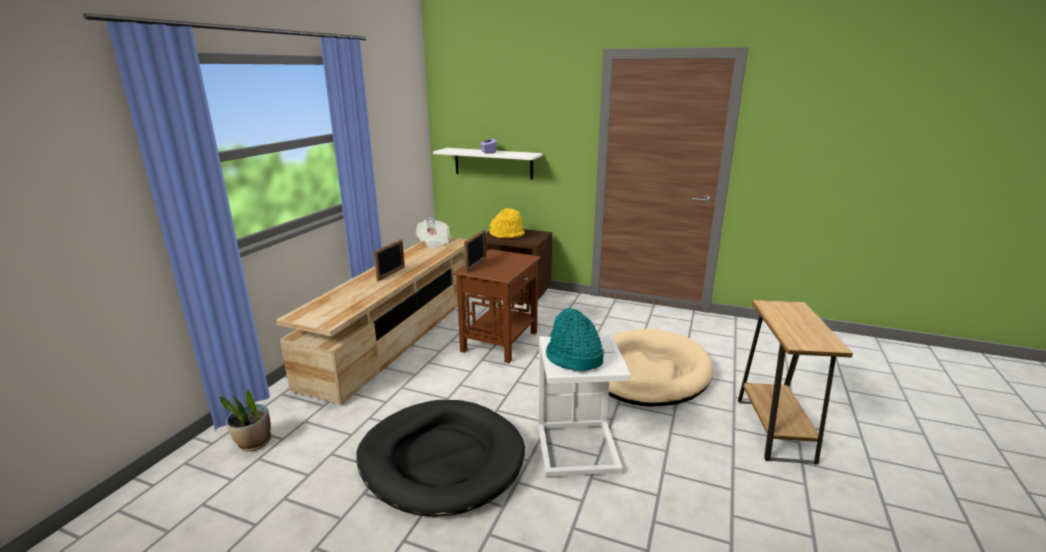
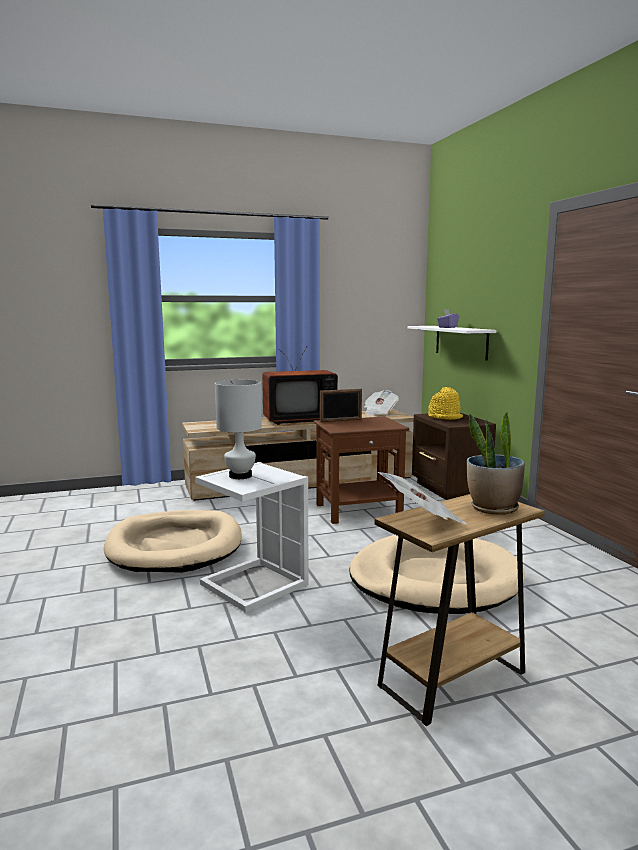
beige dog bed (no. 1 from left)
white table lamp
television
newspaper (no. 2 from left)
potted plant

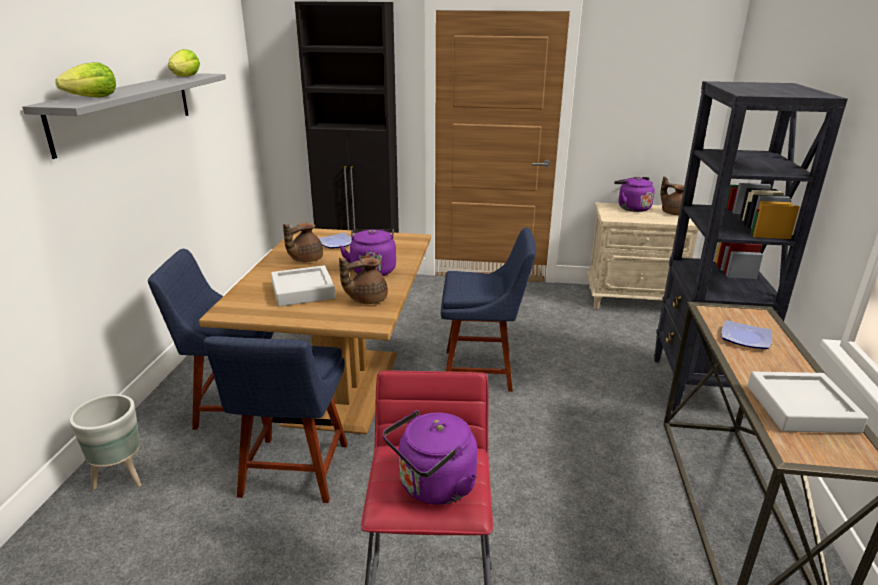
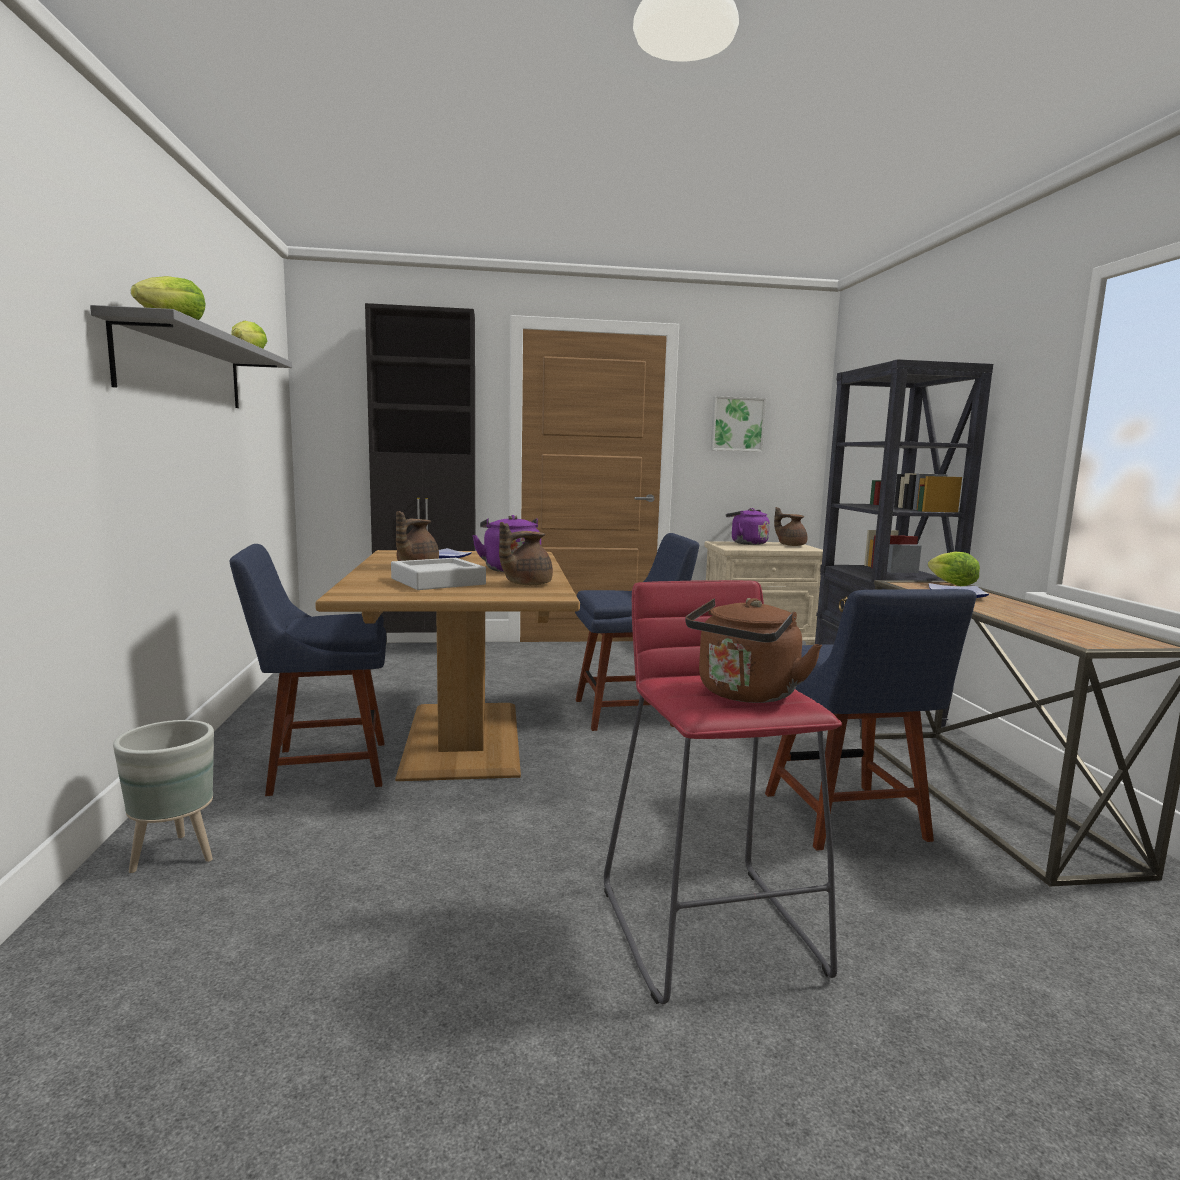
brown kettle
picture
blue chair (no. 3 from left)
lettuce (no. 3 from left)
grey tray (no. 2 from left in the first image)

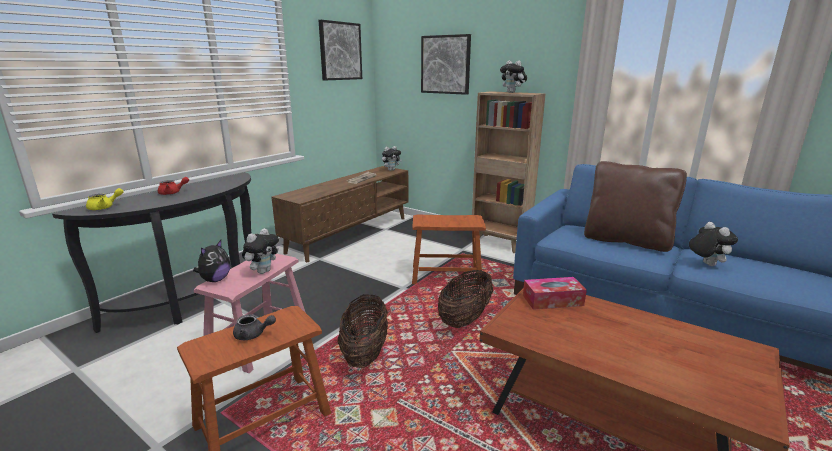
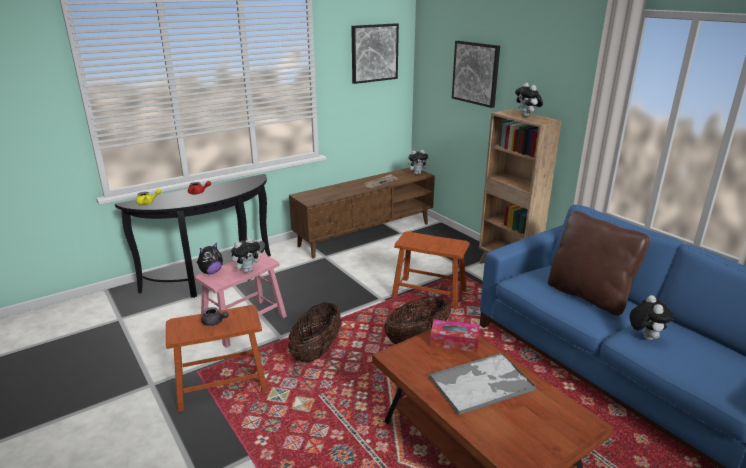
tray

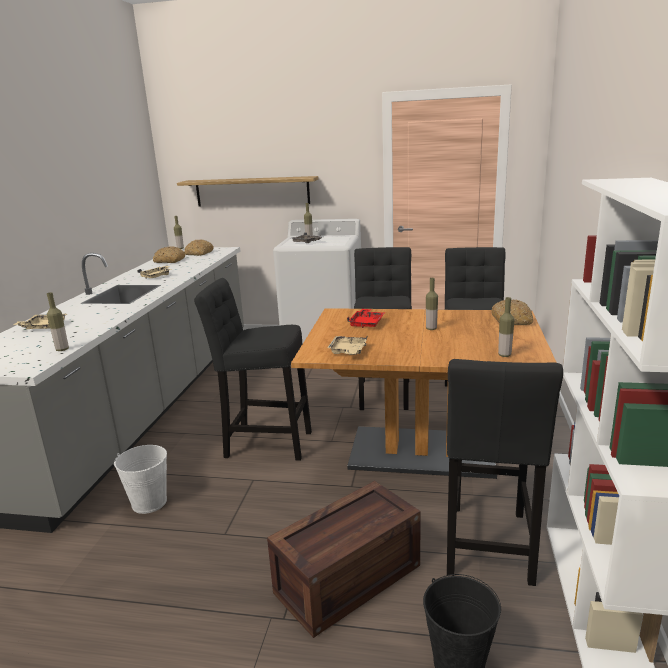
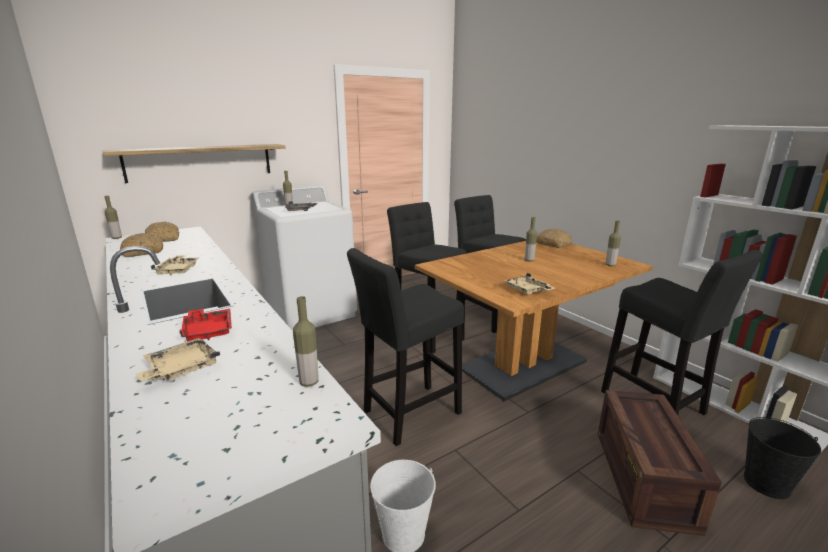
red tray

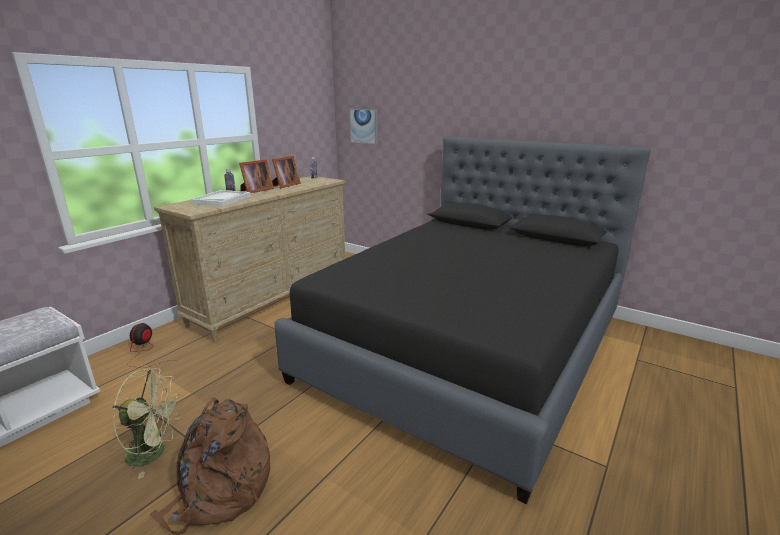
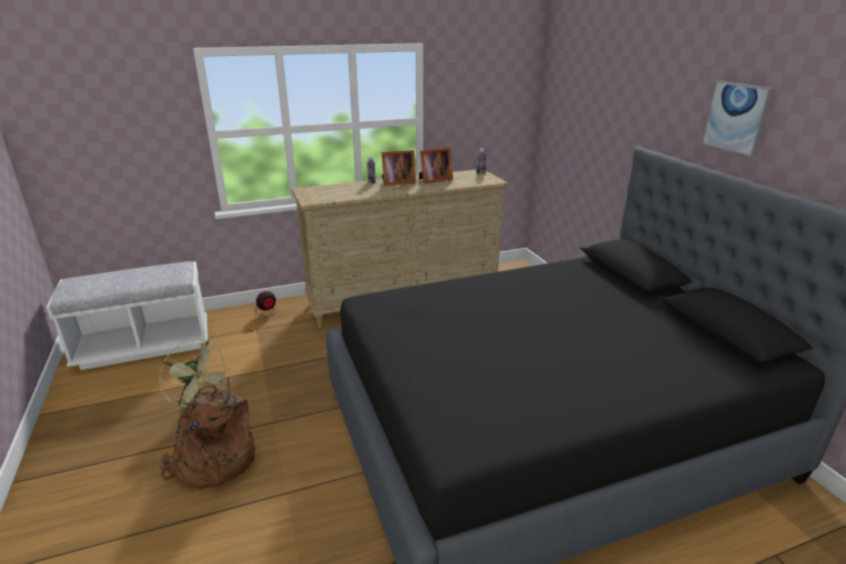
picture
white tray

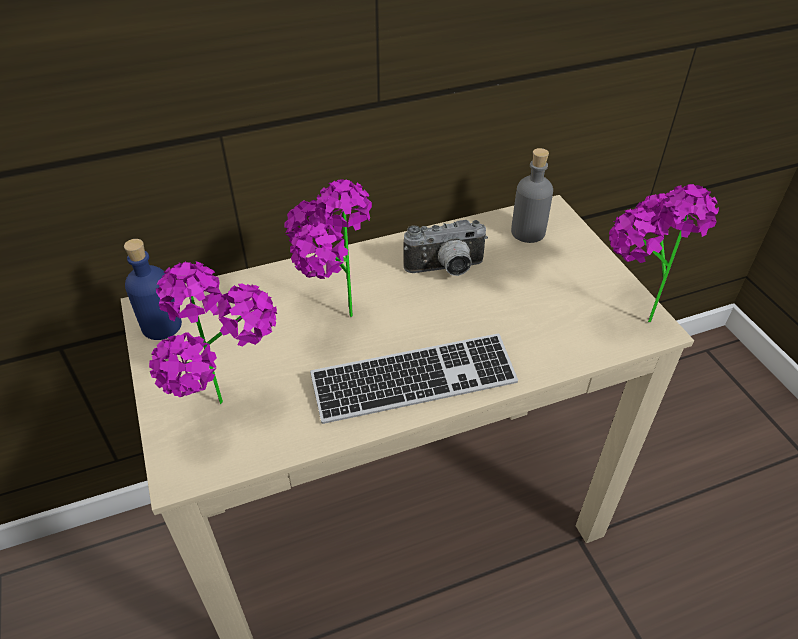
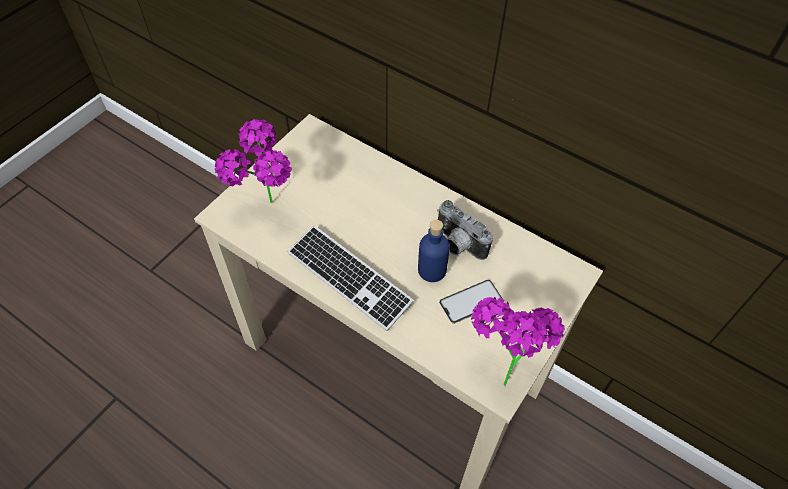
blue bottle
phone
potted plant (no. 2 from left in the first image)
grey bottle

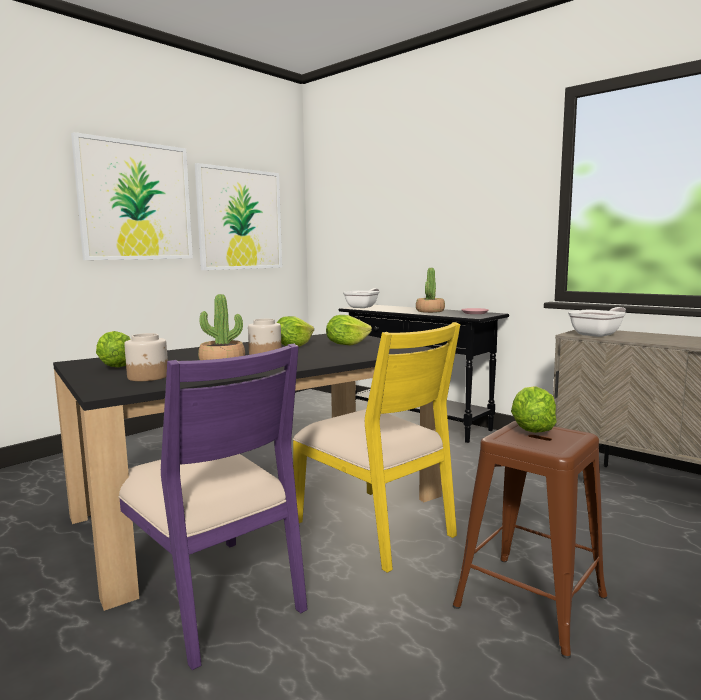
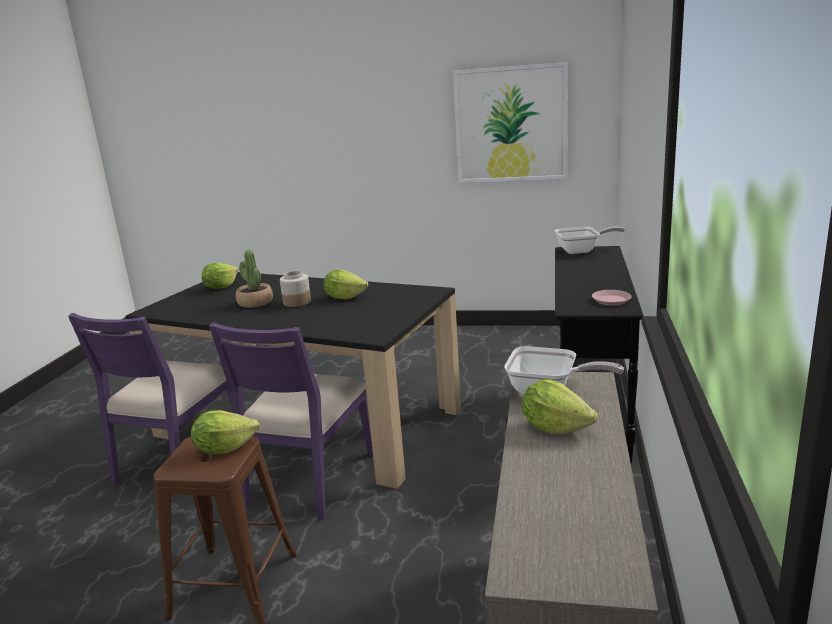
purple chair (no. 2 from left)
lettuce (no. 4 from left)
picture (no. 1 from left in the first image)
jar (no. 1 from left in the first image)
potted plant (no. 2 from left in the first image)

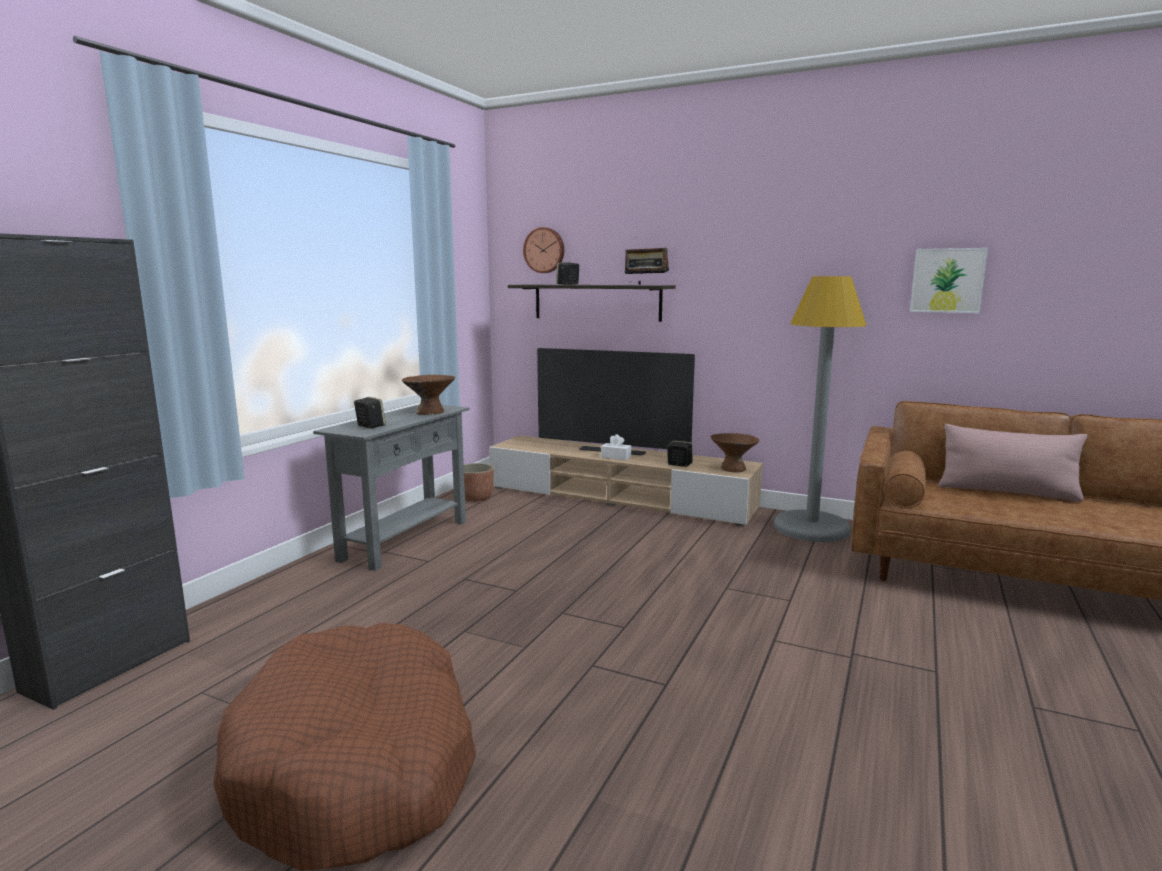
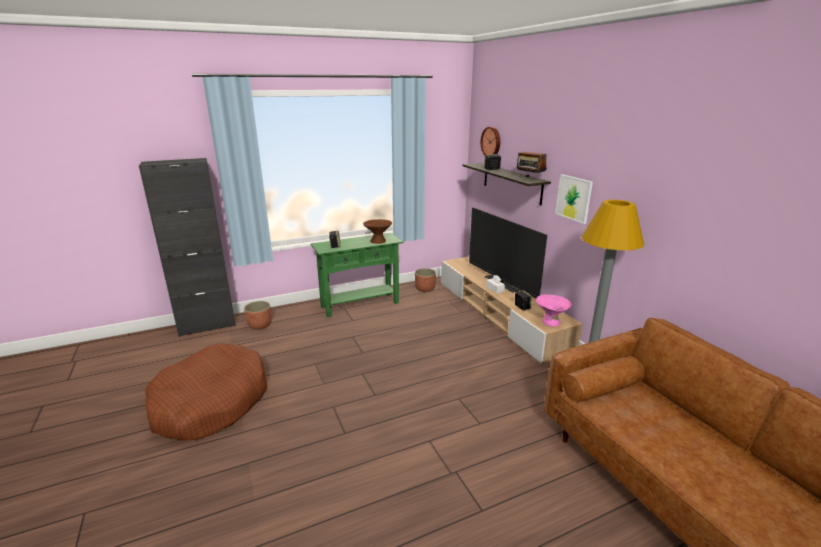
planter (no. 1 from left)
green console table
pink bowl
picture
pink pillow

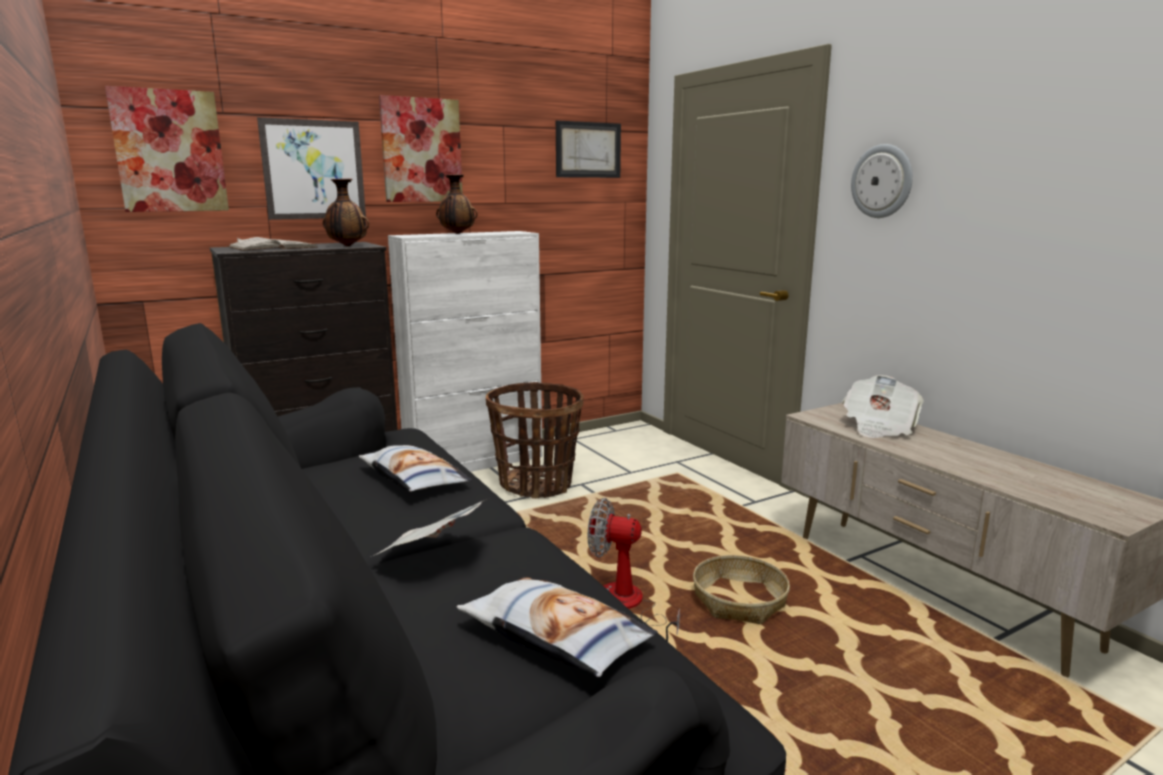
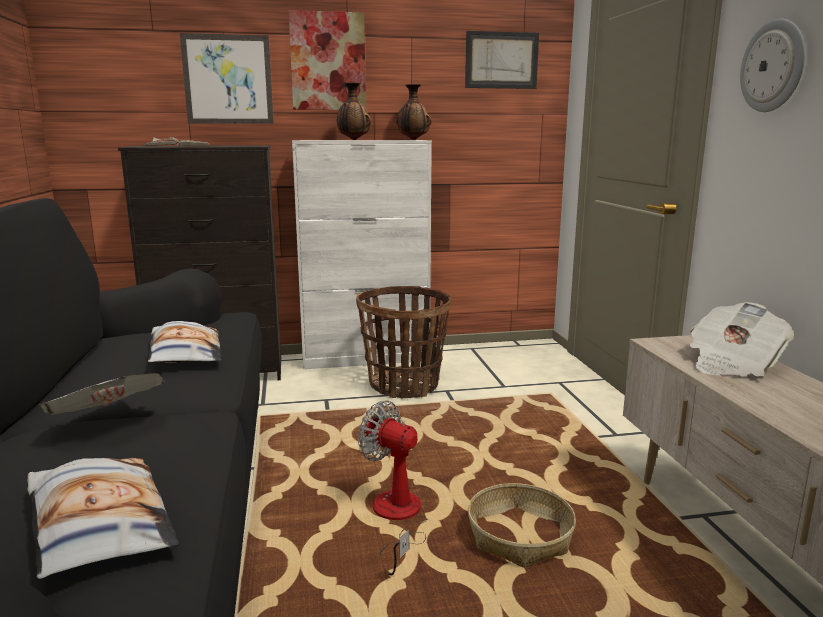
vase (no. 2 from left)
picture (no. 1 from left in the first image)

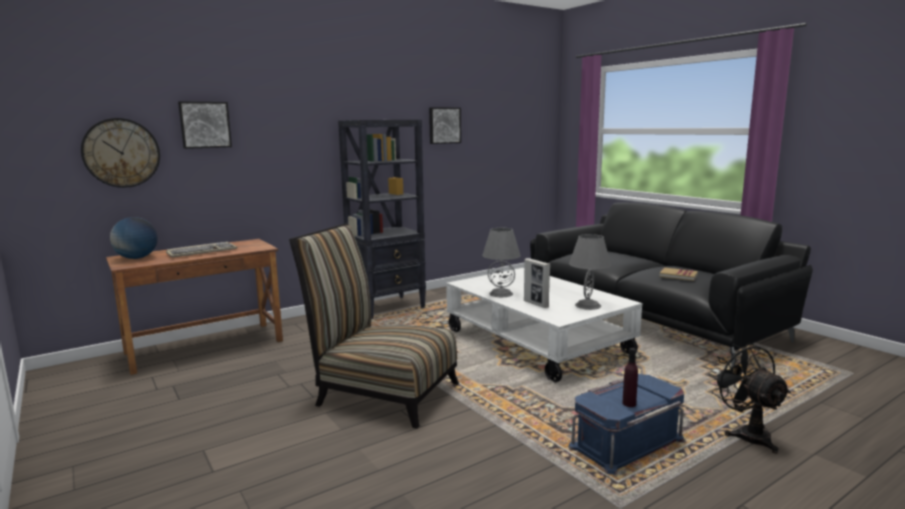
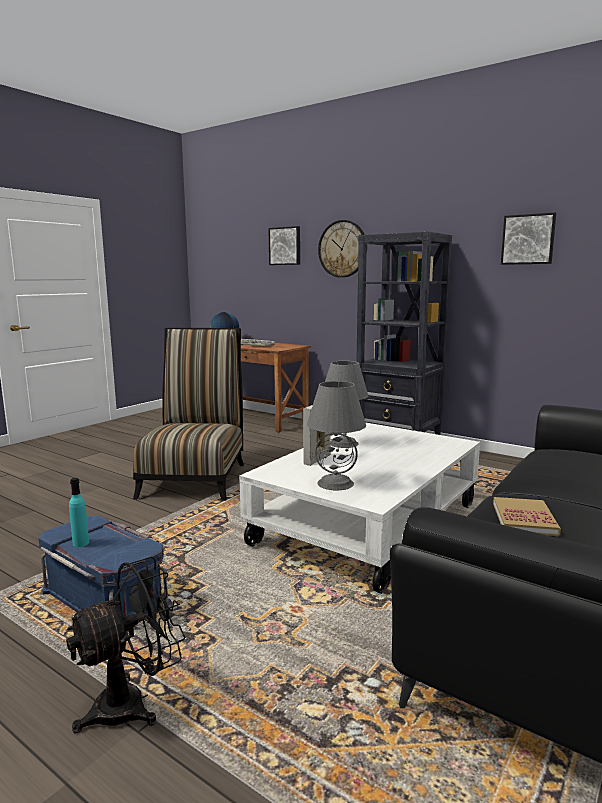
turquoise bottle
wall clock

